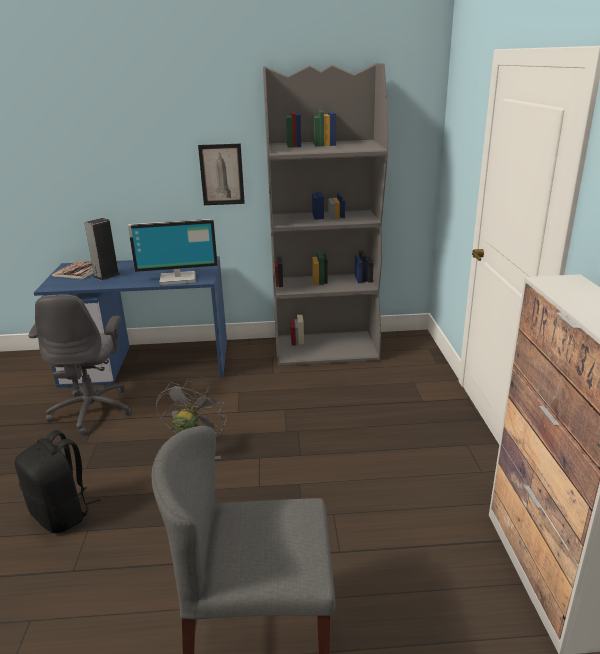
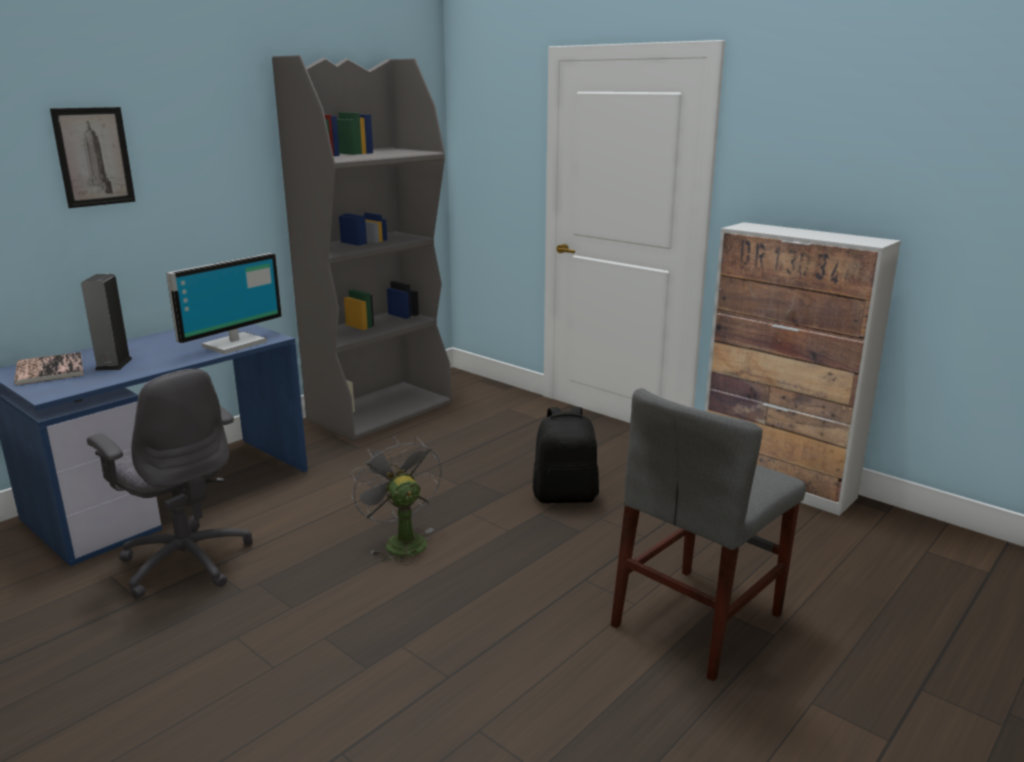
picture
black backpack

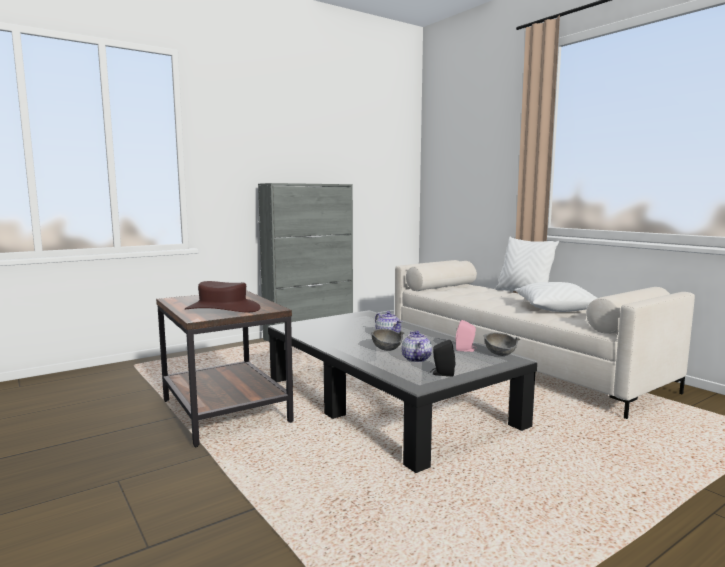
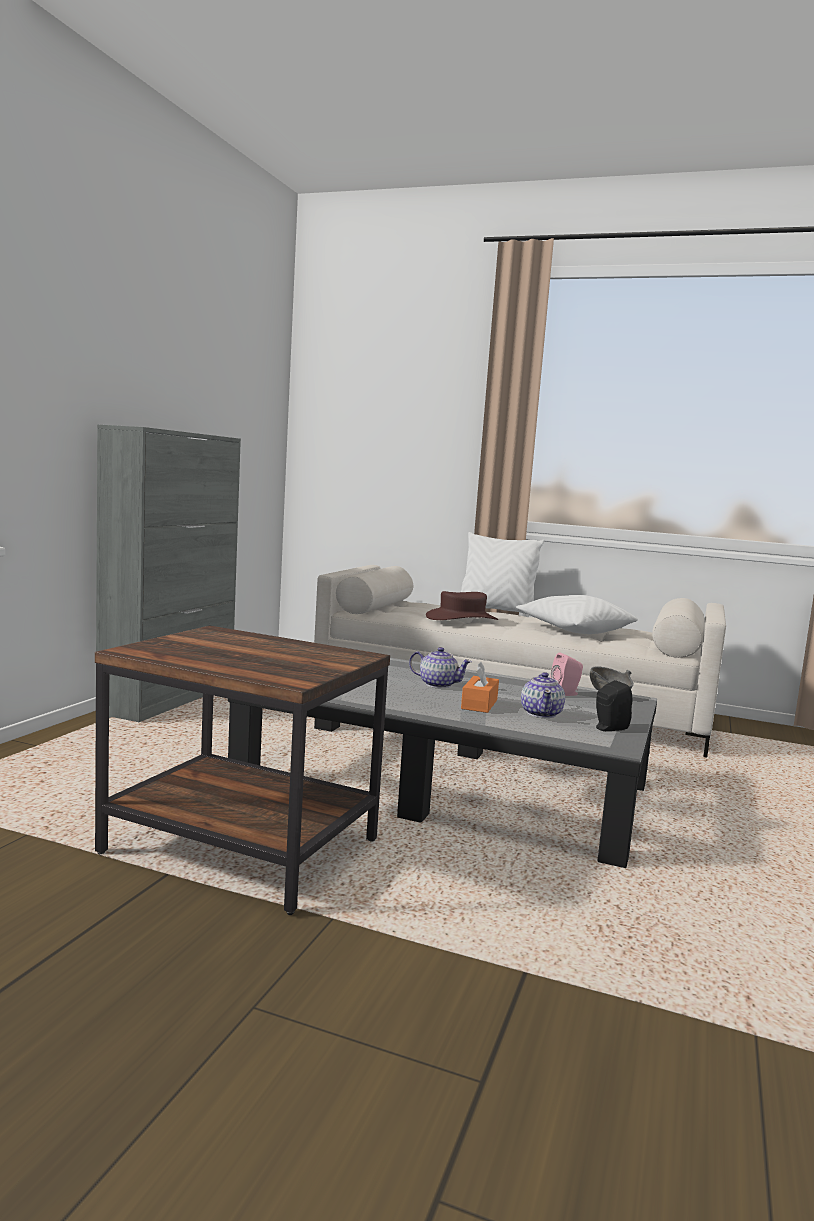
brown hat
orange tissue box
teapot (no. 2 from left)

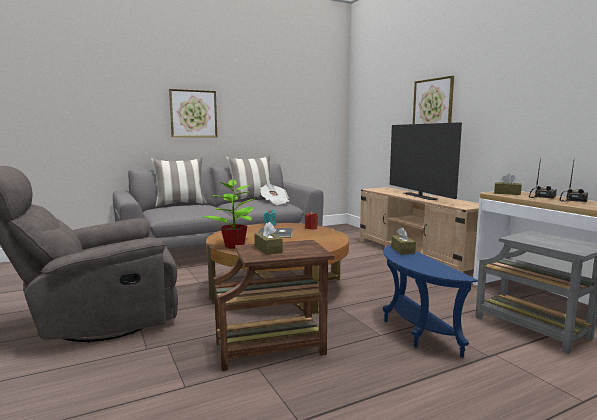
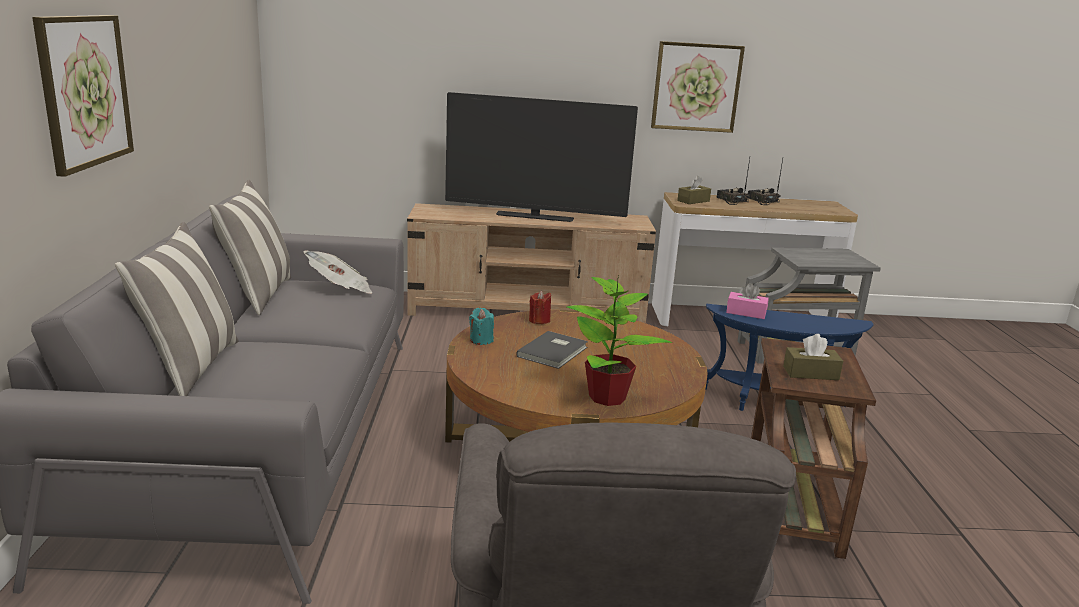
picture (no. 2 from left)
pink tissue box

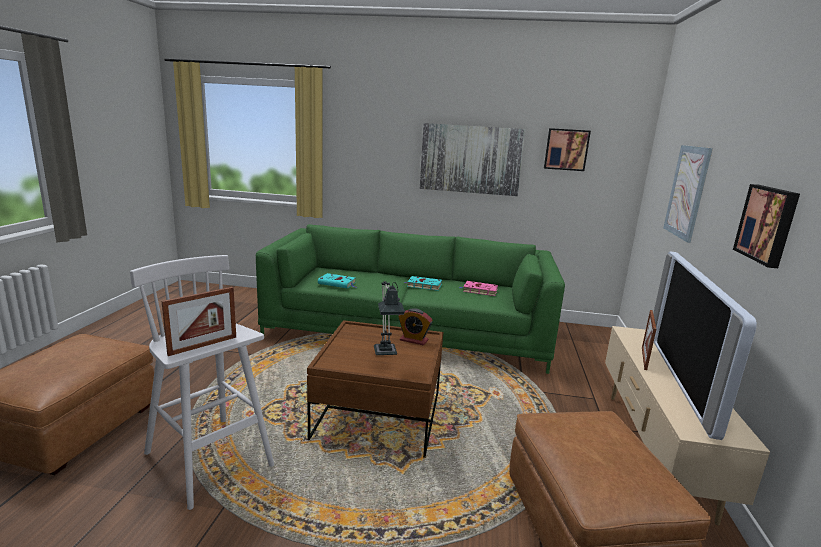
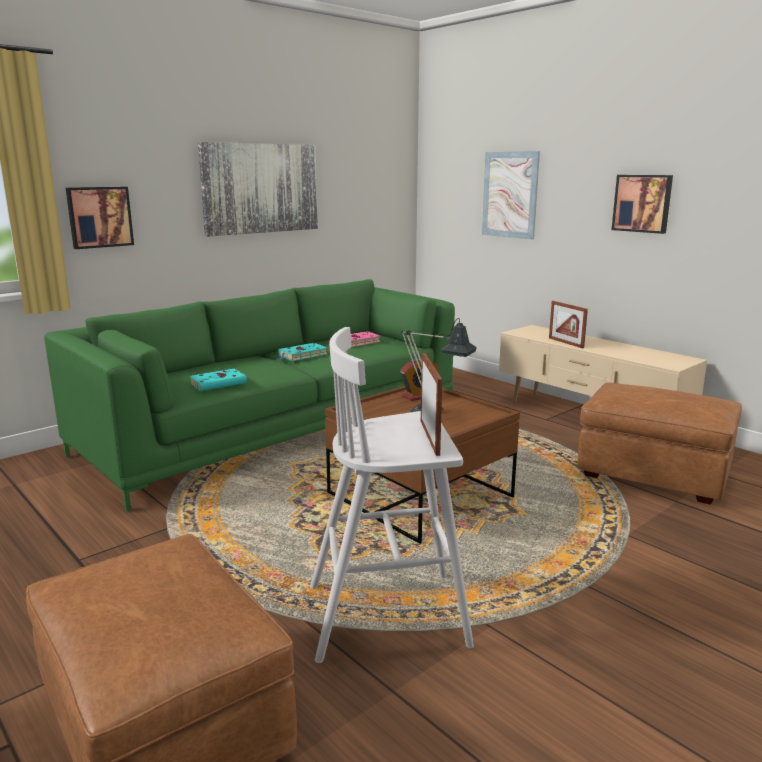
picture (no. 1 from left)
television

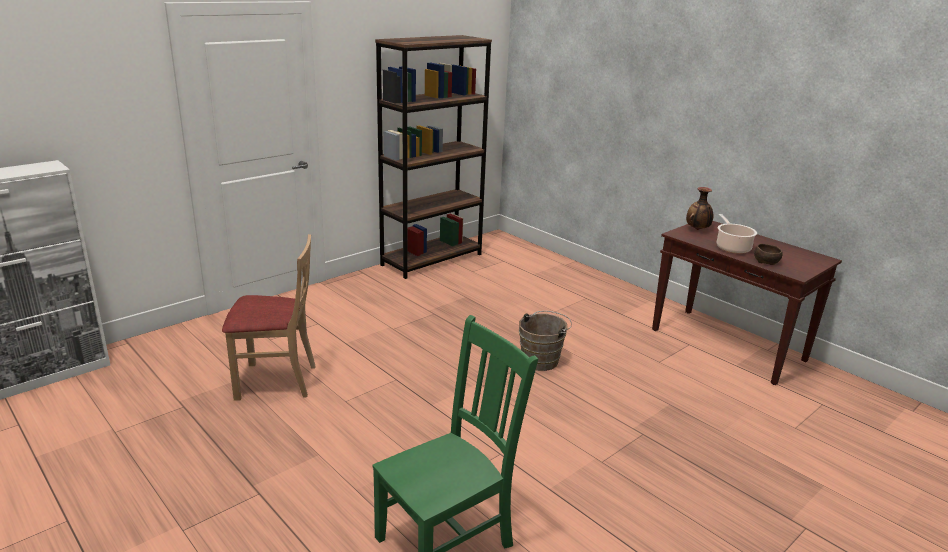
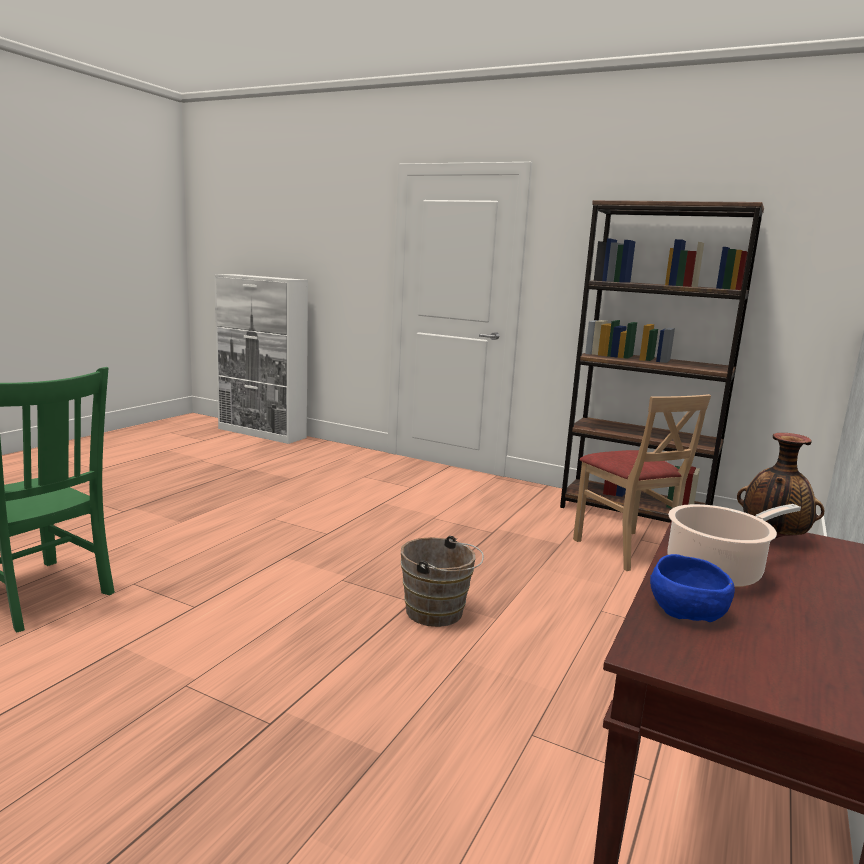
beige chair
blue bowl

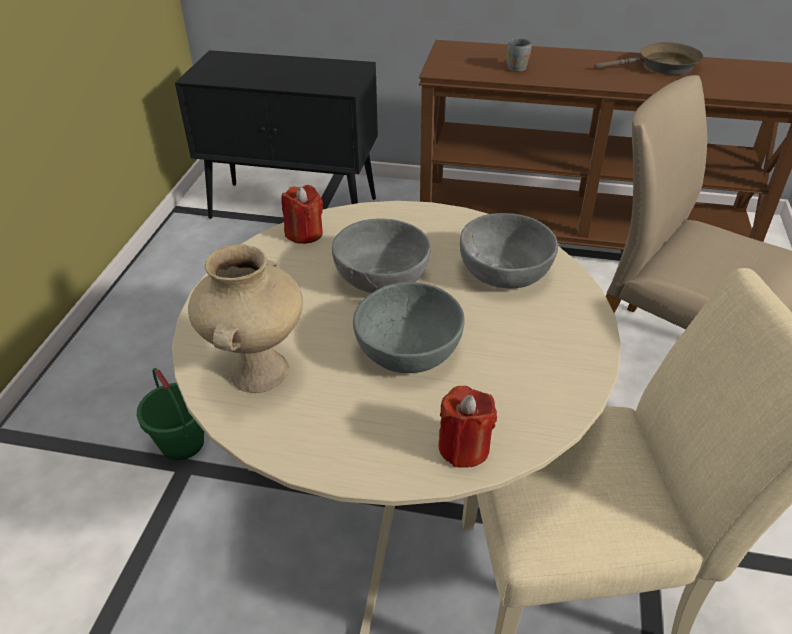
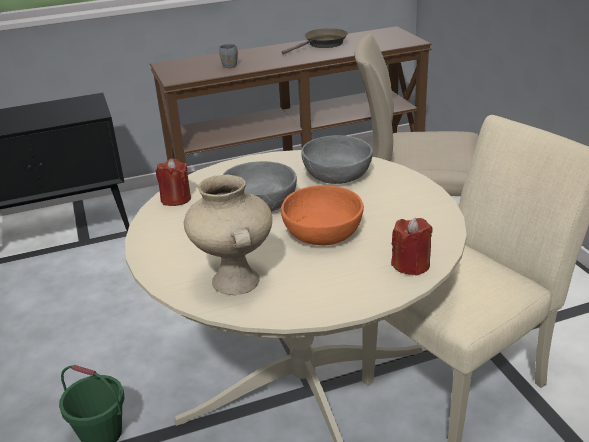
orange bowl

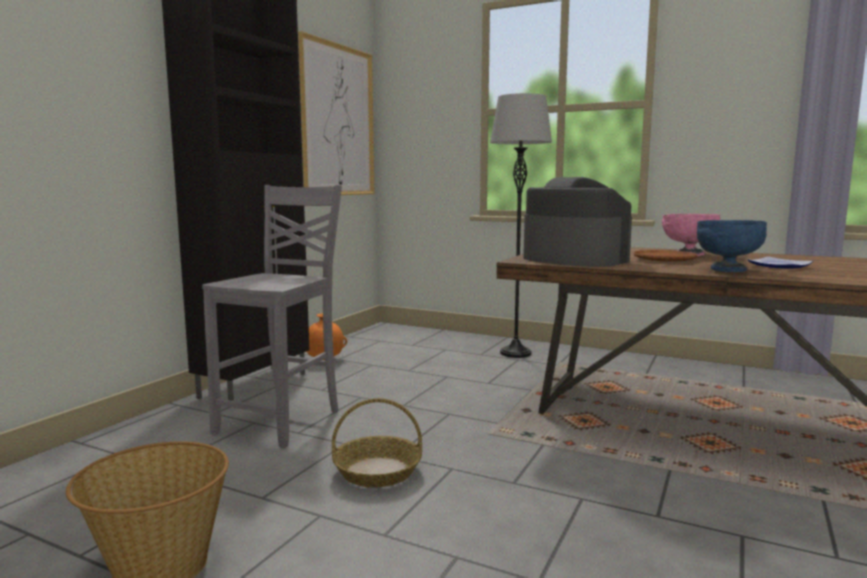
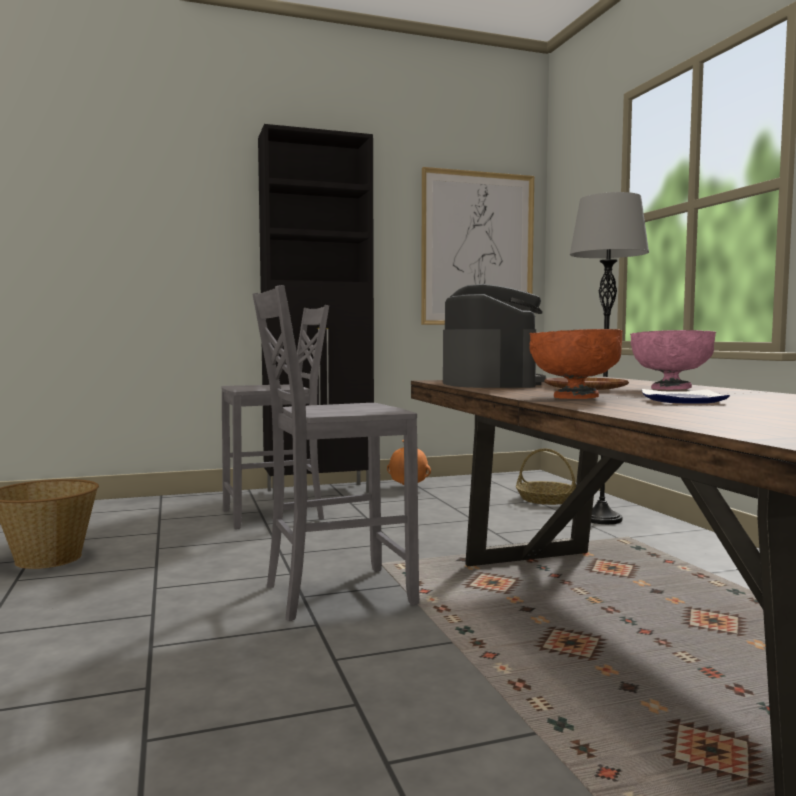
grey chair (no. 2 from left)
basket (no. 2 from left)
orange bowl

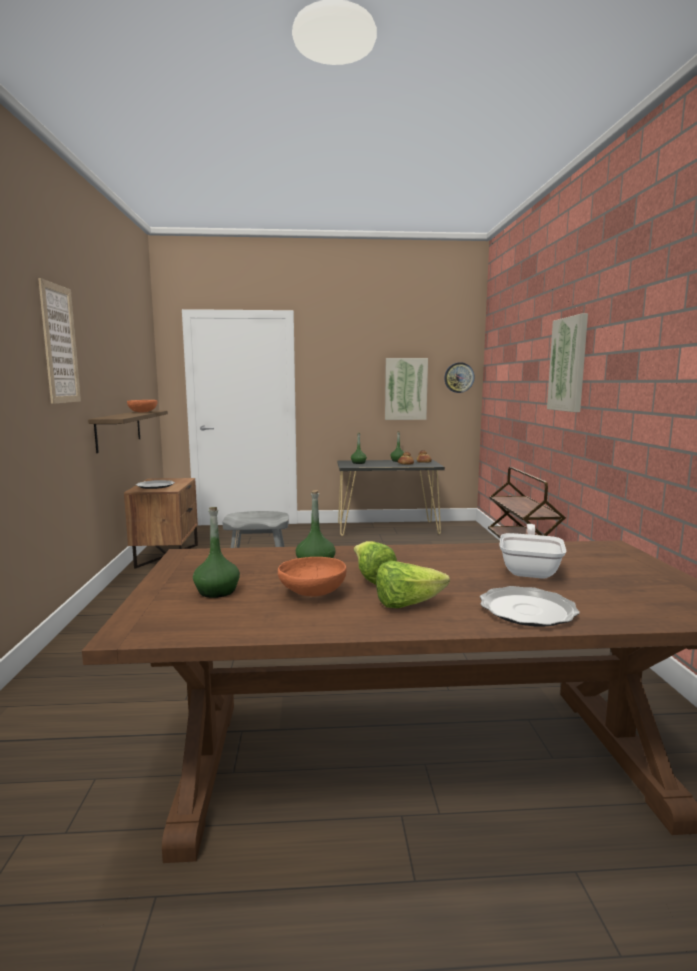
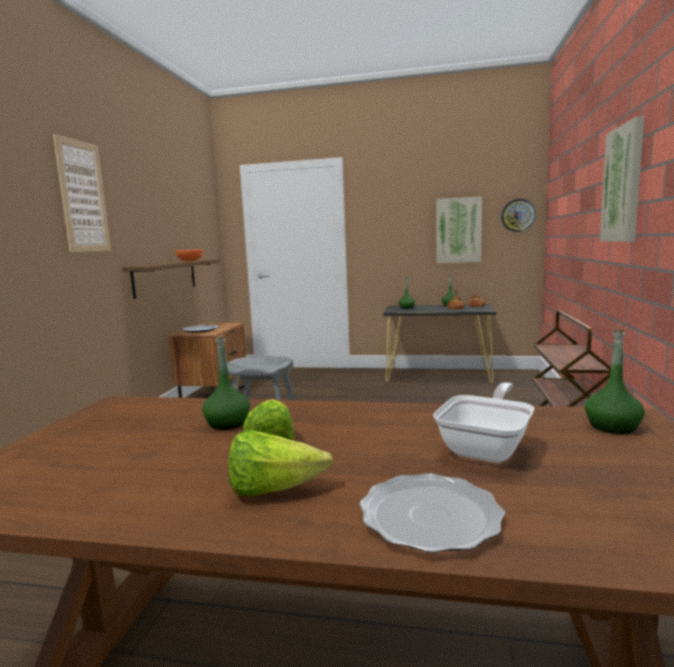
green bottle (no. 4 from left)
orange bowl (no. 2 from left in the first image)

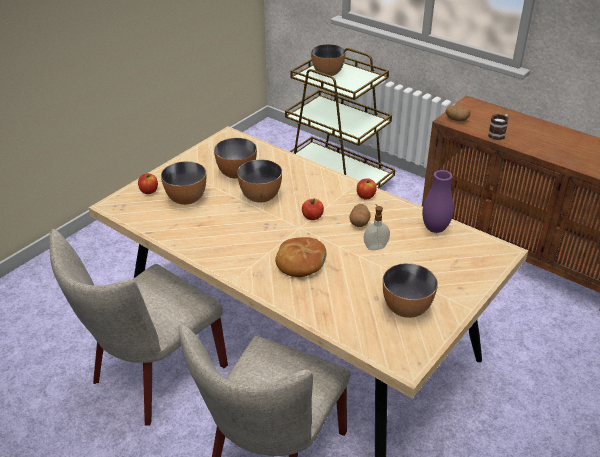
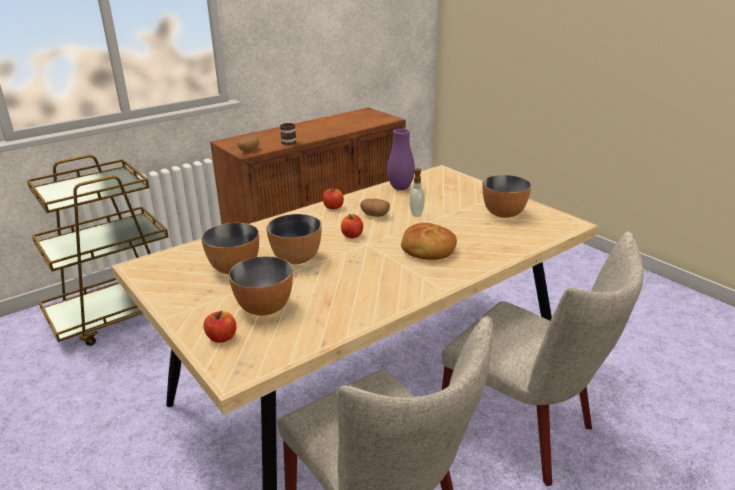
bowl (no. 4 from left in the first image)

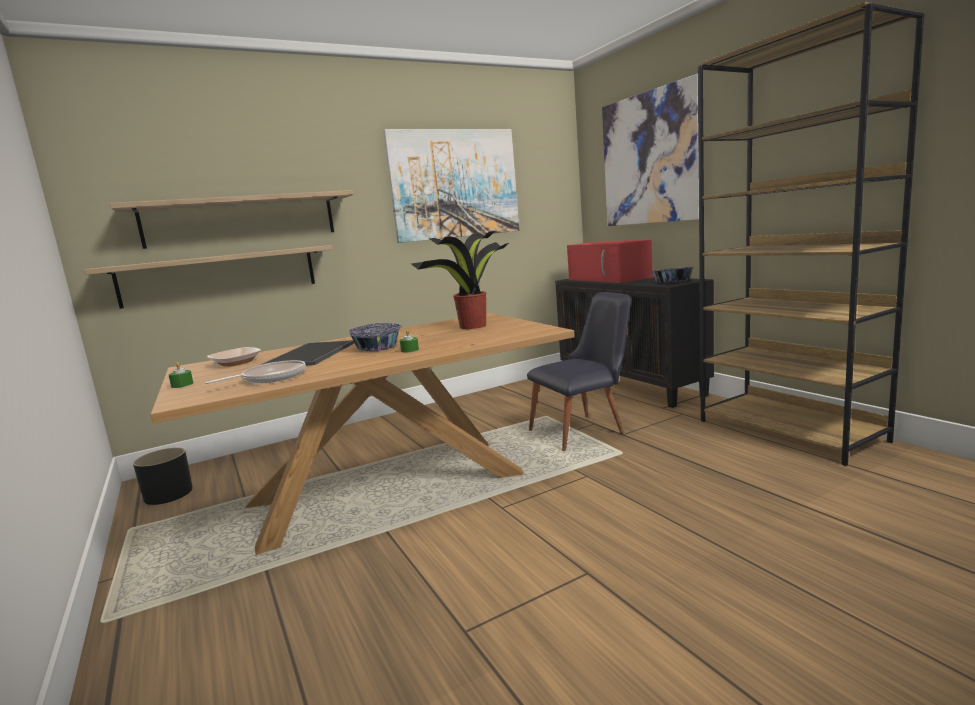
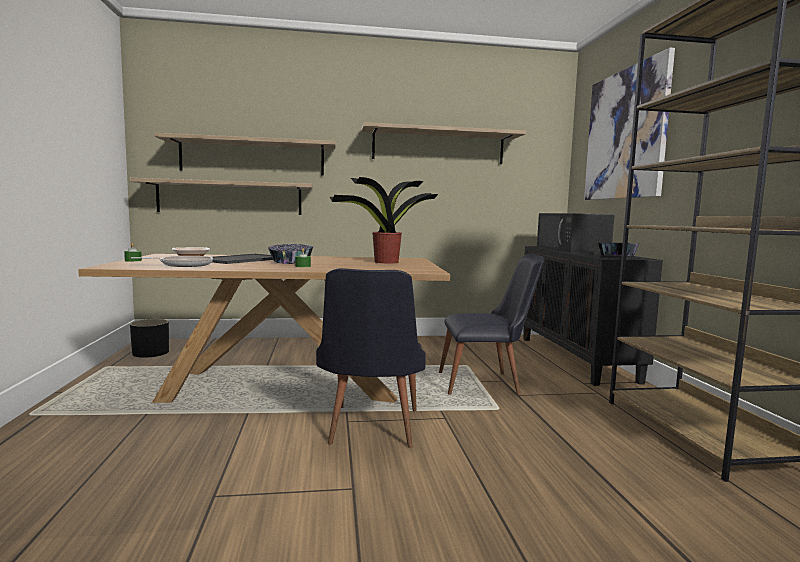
black chair (no. 1 from left)
shelf (no. 3 from left)
black microwave

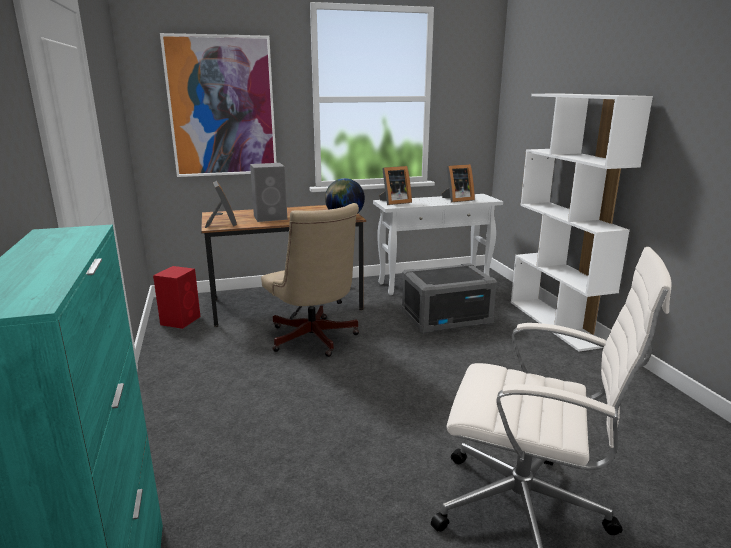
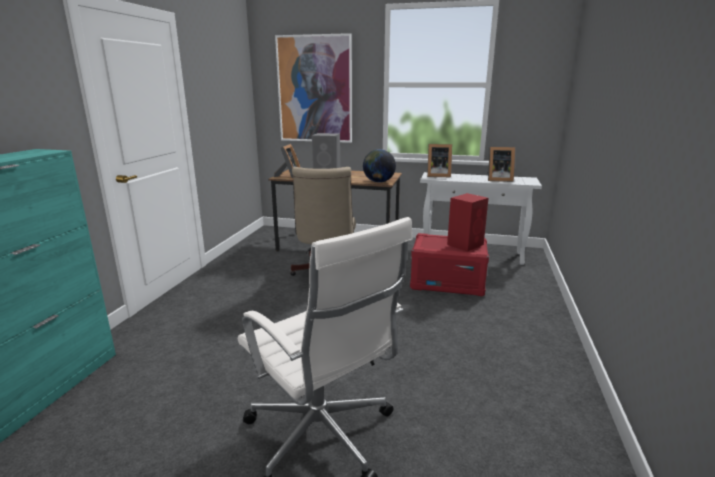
red storage box
red speaker
white bookcase

